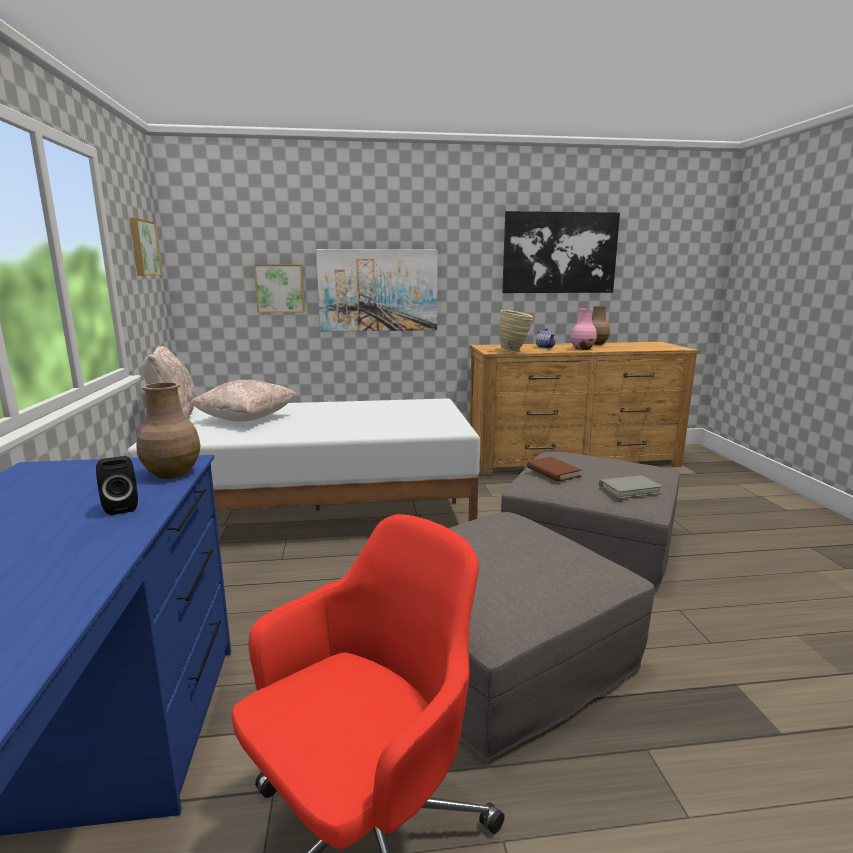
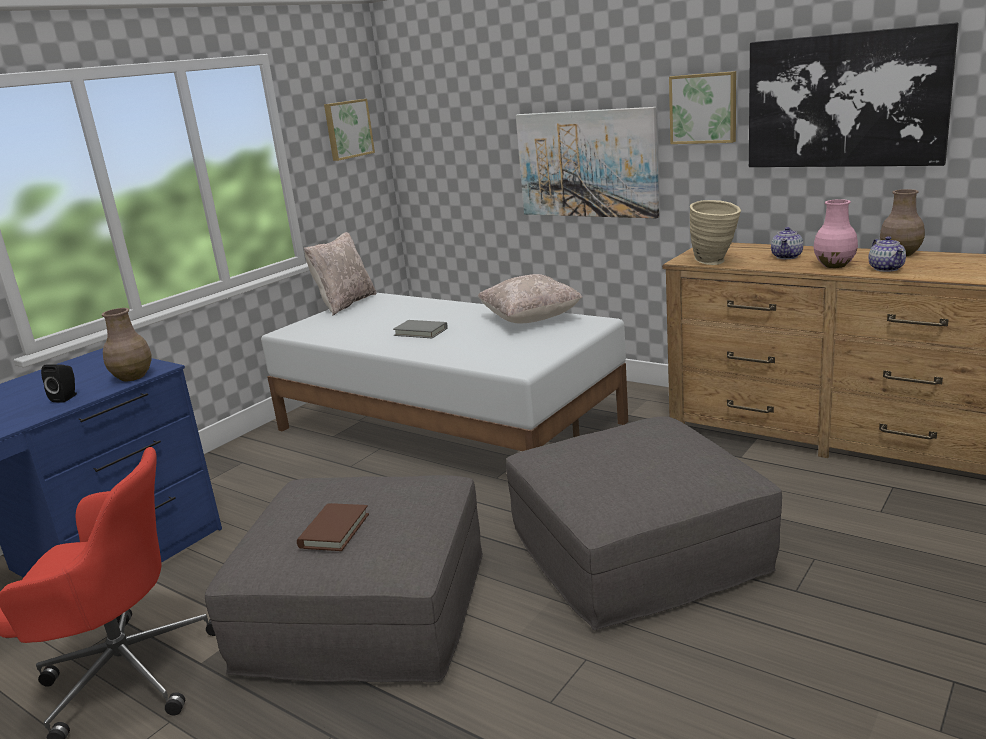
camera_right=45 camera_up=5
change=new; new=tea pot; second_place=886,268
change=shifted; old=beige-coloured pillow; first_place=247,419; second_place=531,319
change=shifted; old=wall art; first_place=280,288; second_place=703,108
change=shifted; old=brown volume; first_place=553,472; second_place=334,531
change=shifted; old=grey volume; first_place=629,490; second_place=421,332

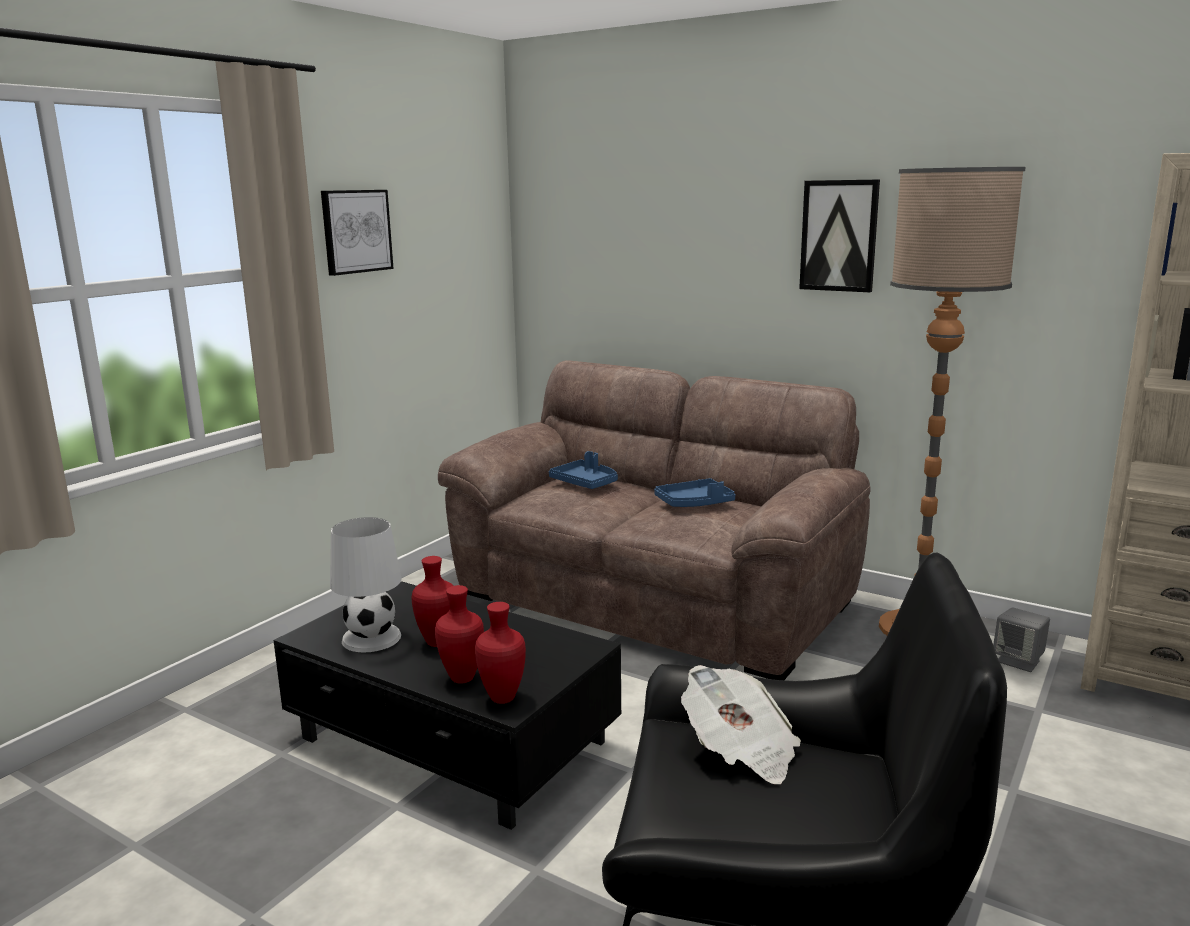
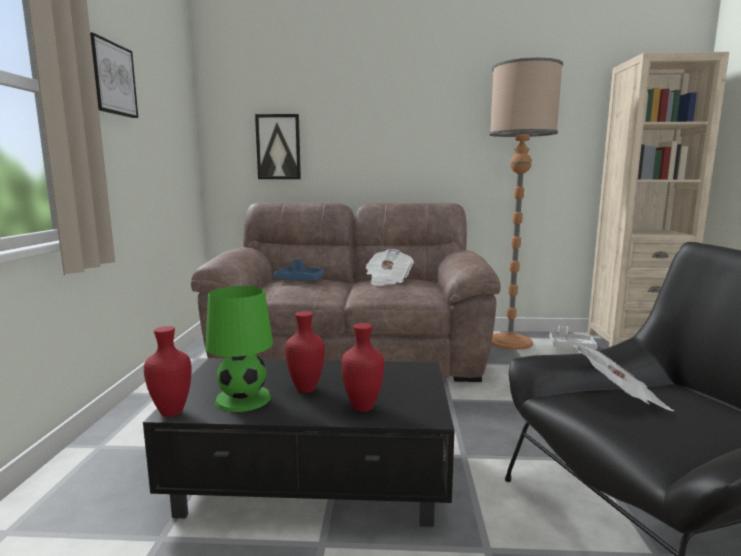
camera_right=-30 camera_up=-5
change=shifted; old=reddish decorative vase; first_place=501,698; second_place=170,413
change=shifted; old=wall art; first_place=839,236; second_place=278,147
change=swapped; old=bluish tray; new=daily paper; first_place=694,503; second_place=387,281
change=swapped; old=grey audio speaker; new=grey tray; first_place=1018,661; second_place=571,346
change=repainted; old=whitish table lamp; new=green-coloured table lamp; first_place=370,638; second_place=242,399

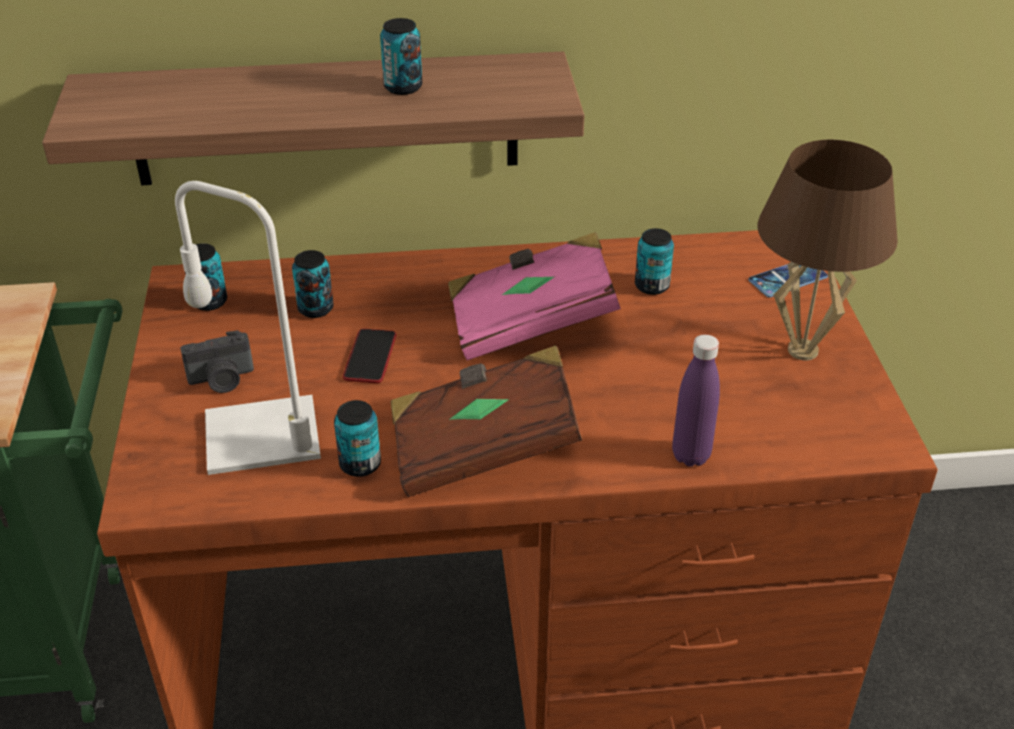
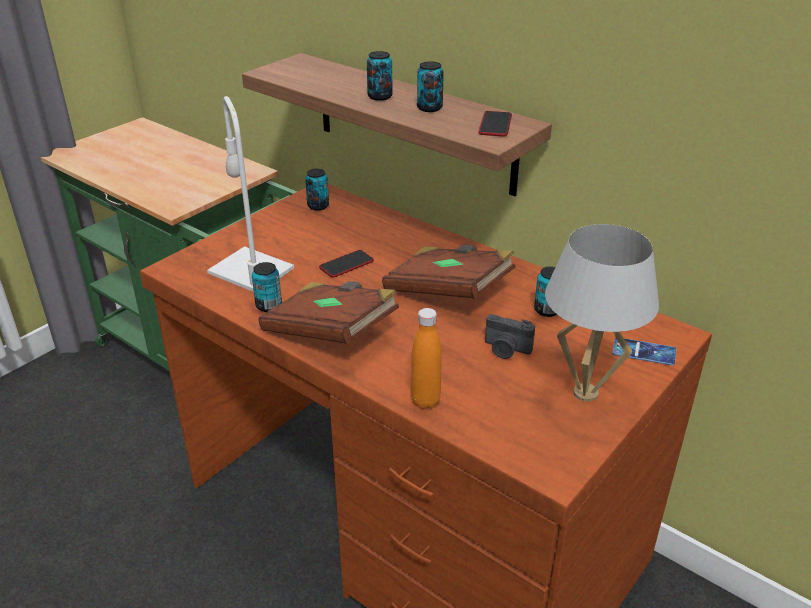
camera_right=45 camera_up=-5
change=new; new=handset; second_place=495,125
change=shifted; old=still camera; first_place=222,380; second_place=506,350
change=shifted; old=sealed can; first_place=315,309; second_place=380,96
change=repainted; old=pinkish volume; new=brown volume; first_place=531,323; second_place=448,291
change=repainted; old=purple-coloured beverage bottle; new=orangey beverage bottle; first_place=691,455; second_place=425,401
change=repainted; old=brown table lamp; new=whitish table lamp; first_place=803,351; second_place=585,393

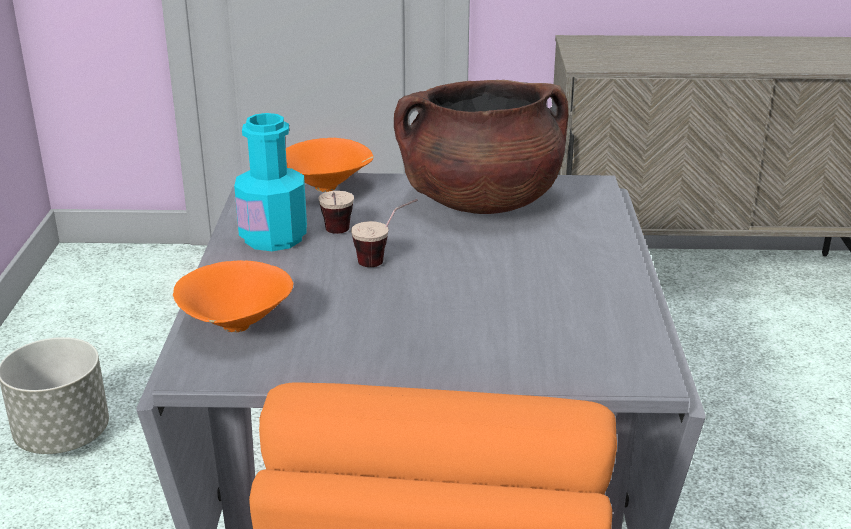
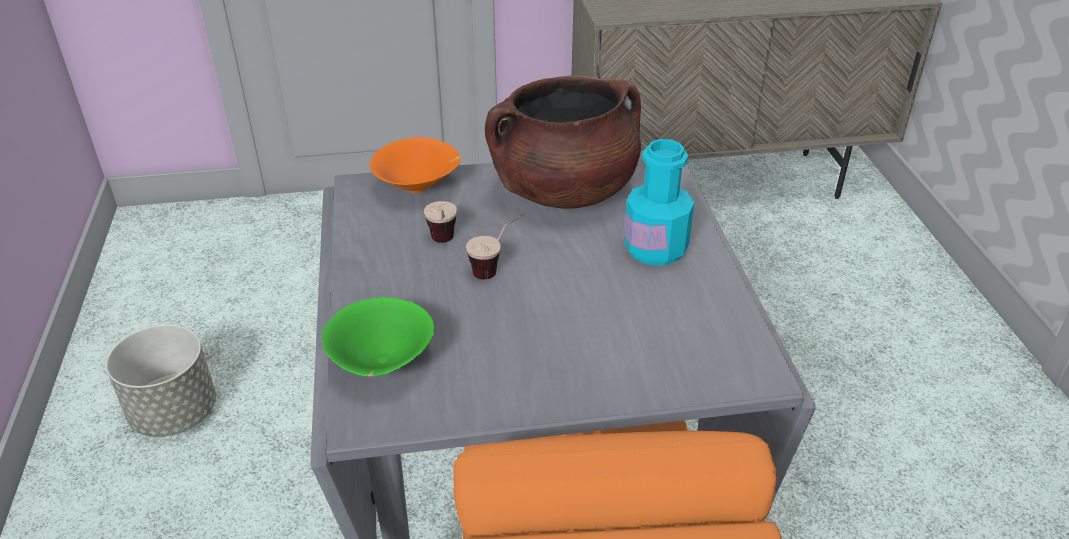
camera_right=-10 camera_up=10
change=shifted; old=blue-green beverage bottle; first_place=273,237; second_place=655,249
change=repainted; old=orangey deep dish; new=green-coloured deep dish; first_place=235,327; second_place=381,365

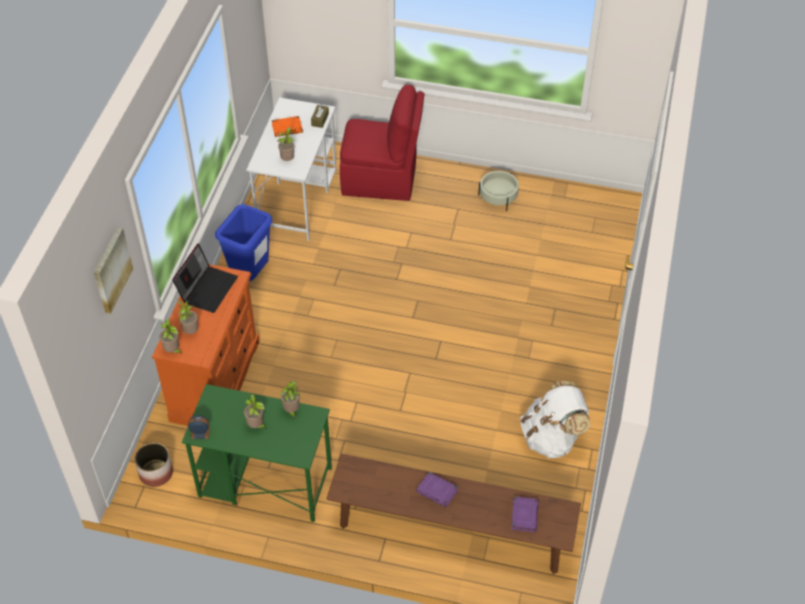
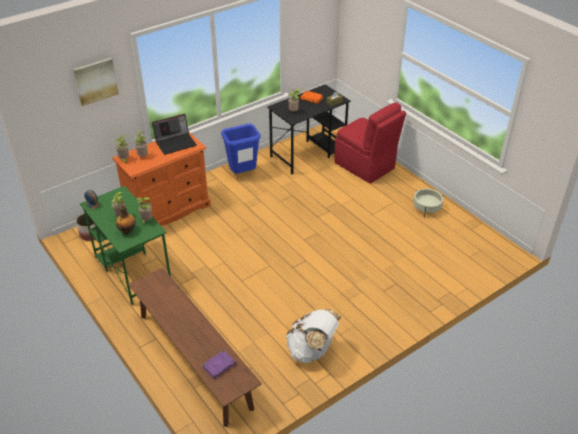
camera_right=40 camera_up=-10
change=gone; old=purple-coloured volume; first_place=437,491
change=new; new=beverage bottle; second_place=127,230
change=repainted; old=whitish desk unit; new=black desk unit; first_place=297,199; second_place=308,153

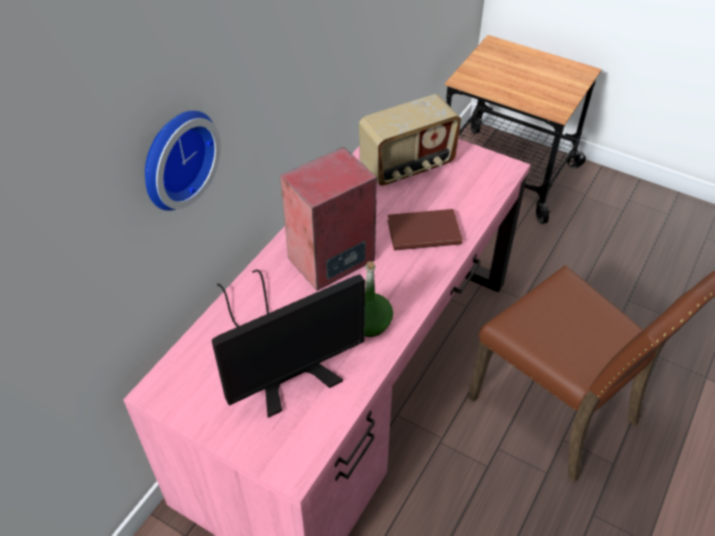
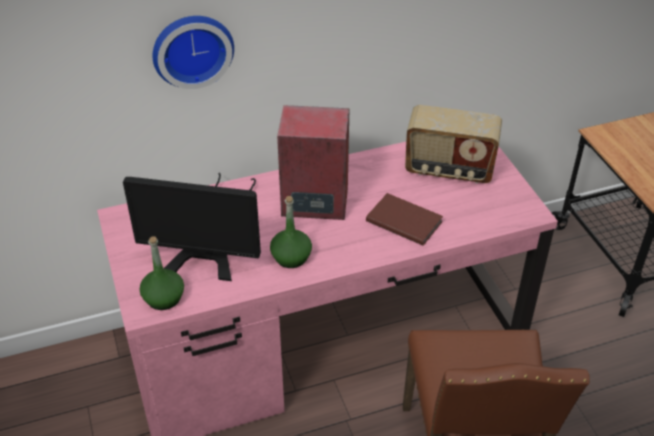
camera_right=40 camera_up=-5
change=new; new=green-coloured beverage bottle; second_place=164,298

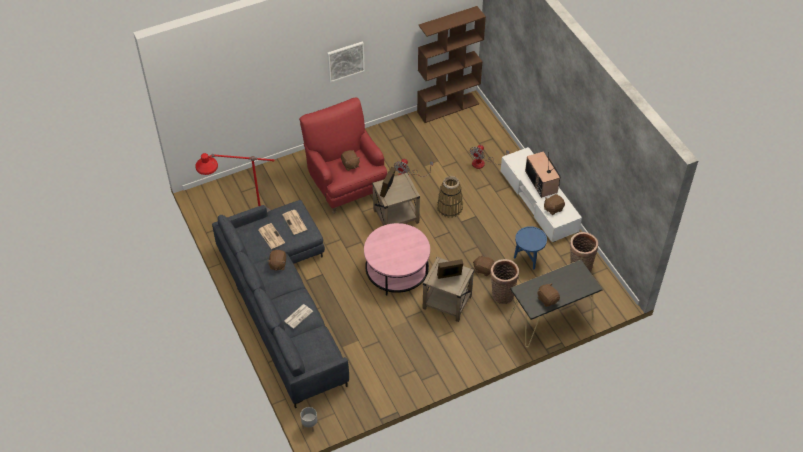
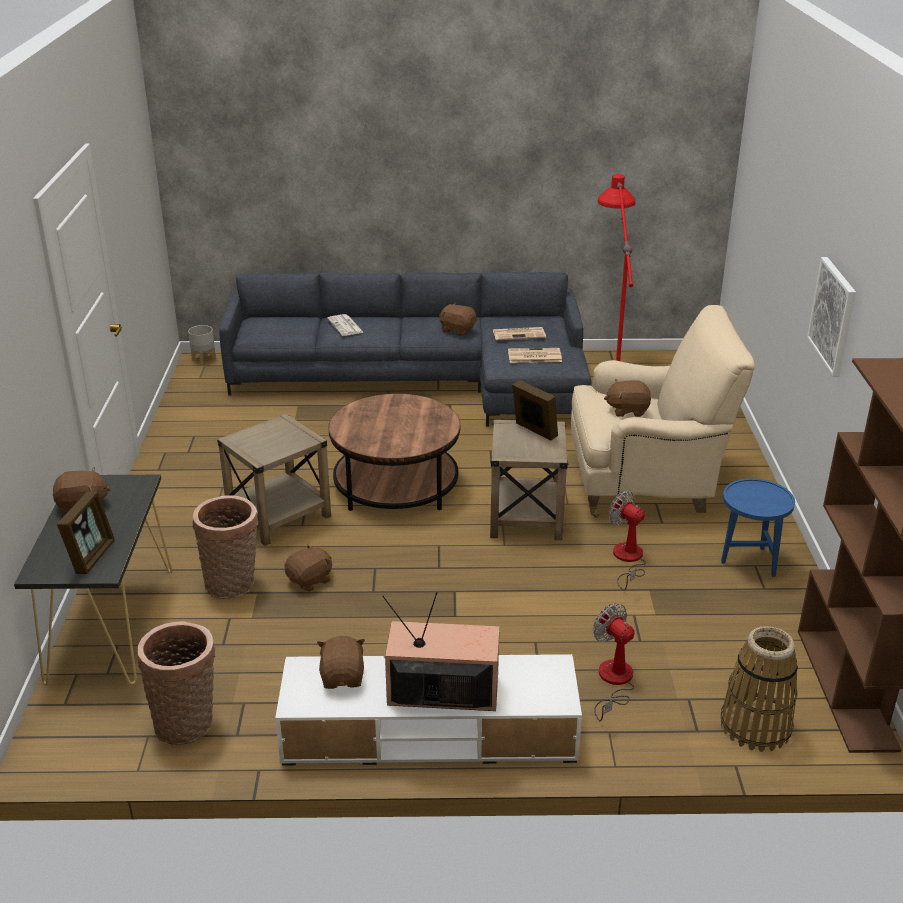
camera_right=115 camera_up=-20
change=shifted; old=basket; first_place=449,208; second_place=756,726
change=shifted; old=photo frame; first_place=449,276; second_place=92,557
change=shifted; old=bluish accent table; first_place=528,260; second_place=748,562
change=repainted; old=reddish lounge chair; new=beige-coloured lounge chair; first_place=346,184; second_place=646,484
change=repainted; old=pinkish coffee table; new=brown coffee table; first_place=397,271; second_place=396,485

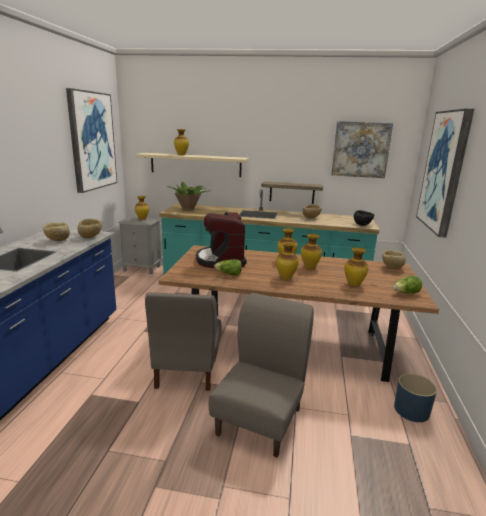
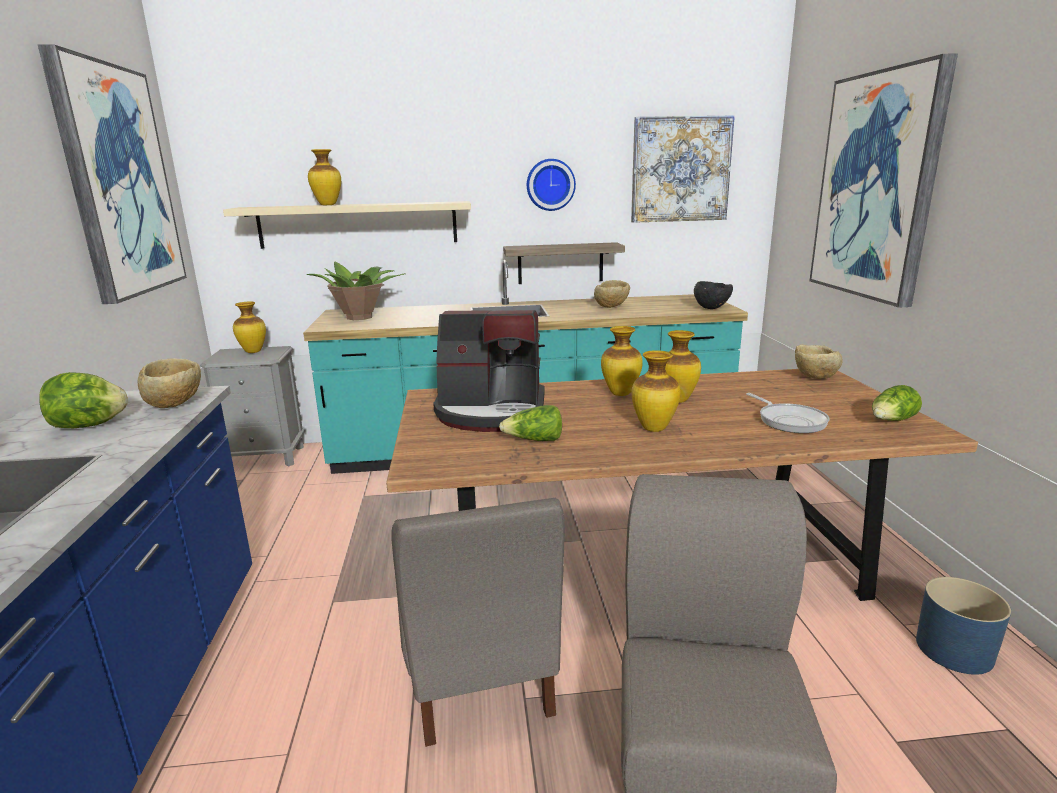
camera_right=-15 camera_up=0
change=new; new=wall clock; second_place=550,185
change=swapped; old=beige-coloured deep dish; new=lettuce head; first_place=58,240; second_place=89,426
change=swapped; old=decorative vase; new=pan; first_place=354,284; second_place=789,421
change=rotated; old=coffee maker; first_place=221,260; second_place=491,412; degrees=-60

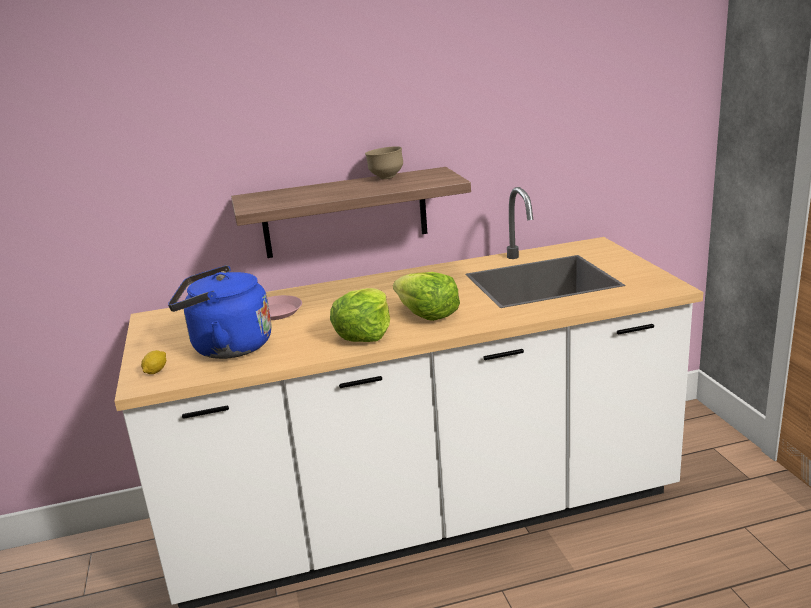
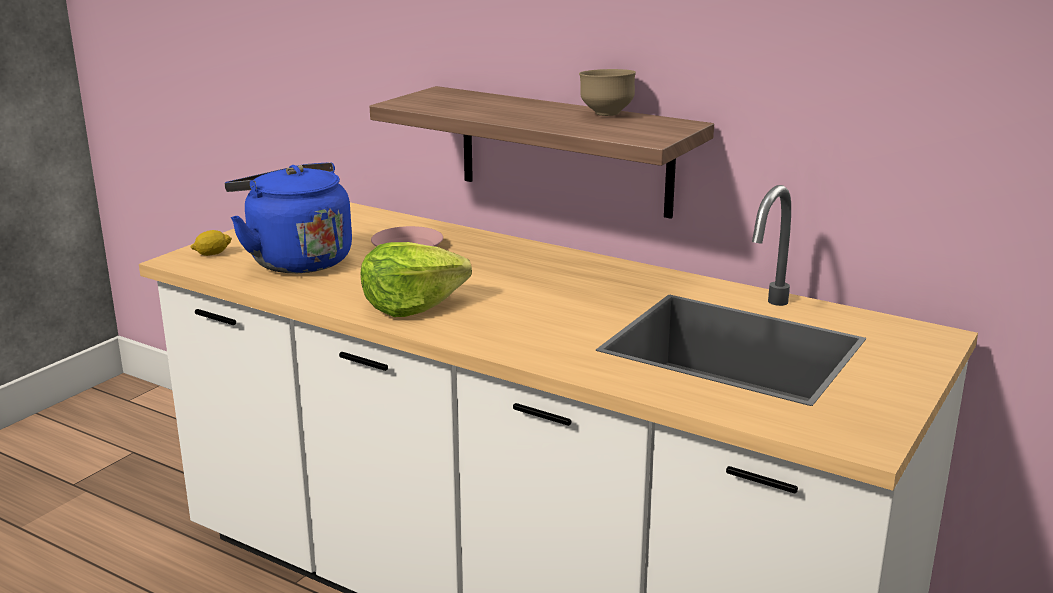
camera_right=45 camera_up=0
change=gone; old=lettuce head; first_place=427,314

